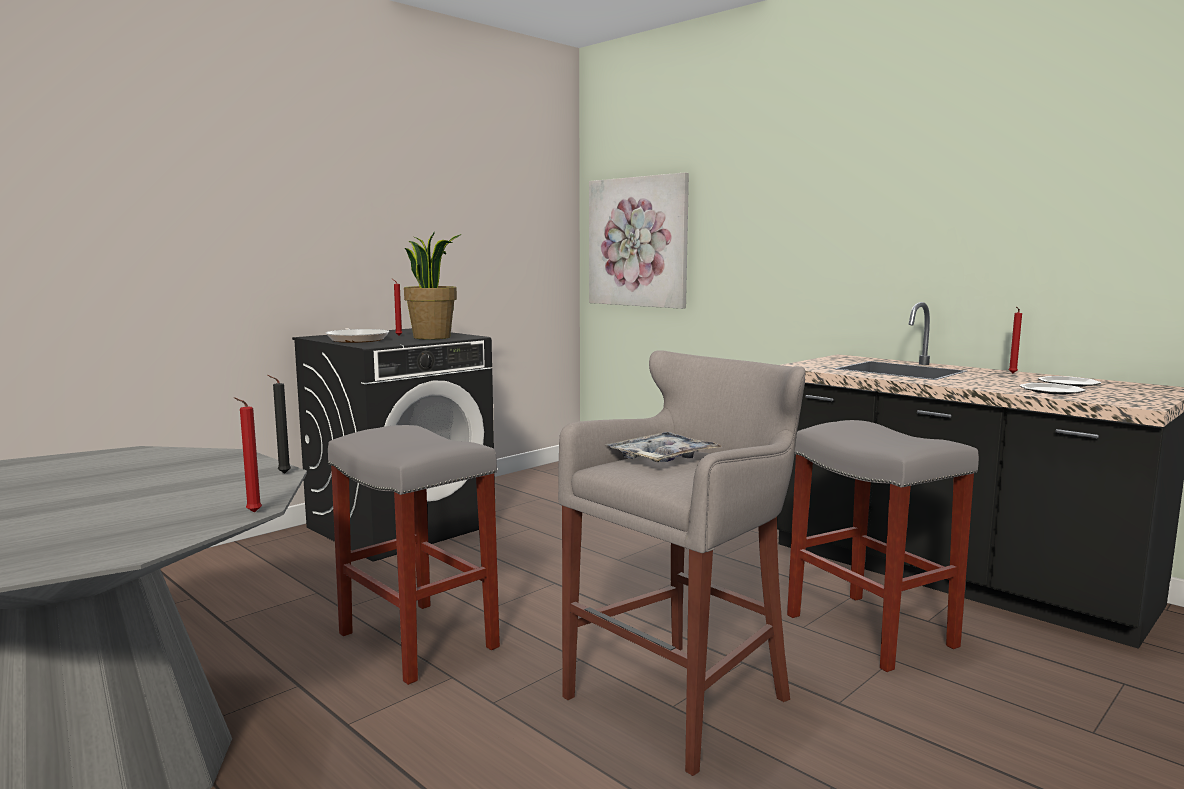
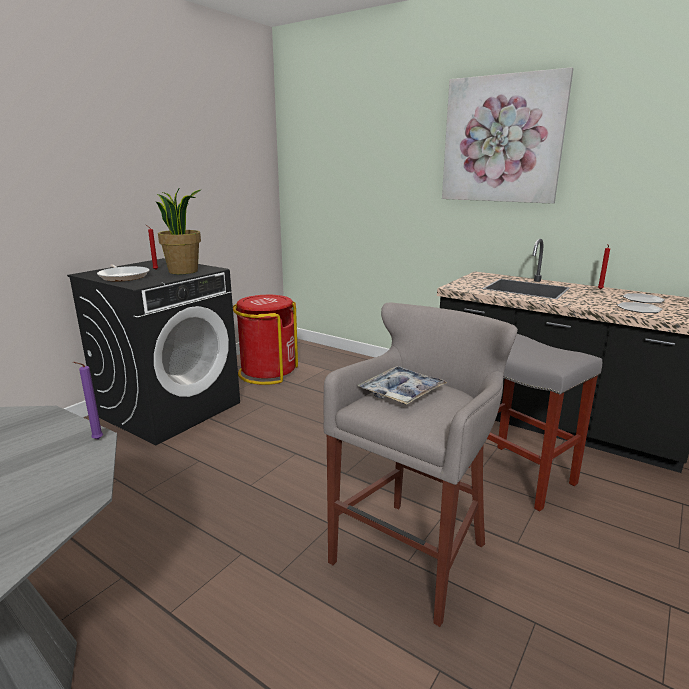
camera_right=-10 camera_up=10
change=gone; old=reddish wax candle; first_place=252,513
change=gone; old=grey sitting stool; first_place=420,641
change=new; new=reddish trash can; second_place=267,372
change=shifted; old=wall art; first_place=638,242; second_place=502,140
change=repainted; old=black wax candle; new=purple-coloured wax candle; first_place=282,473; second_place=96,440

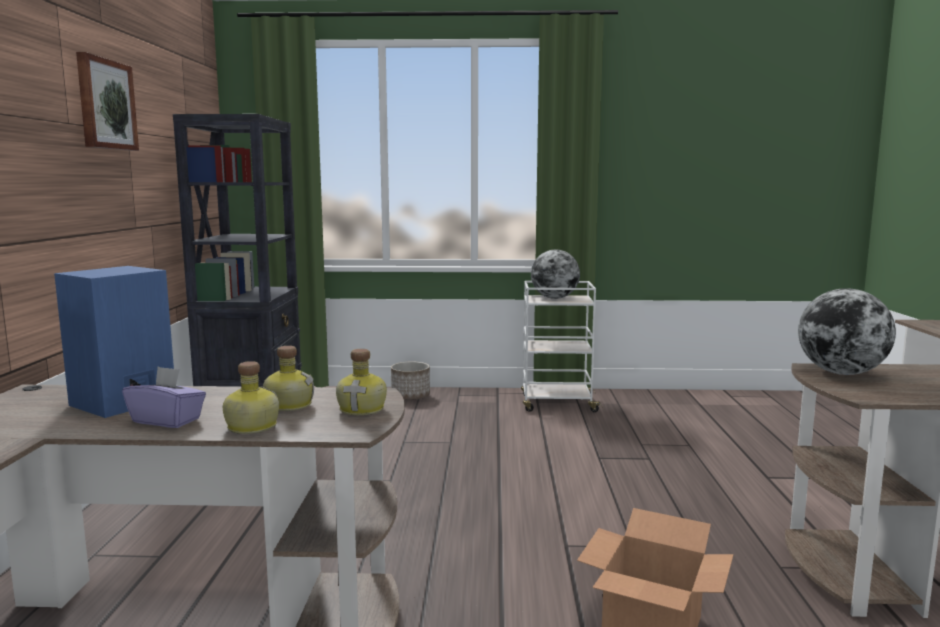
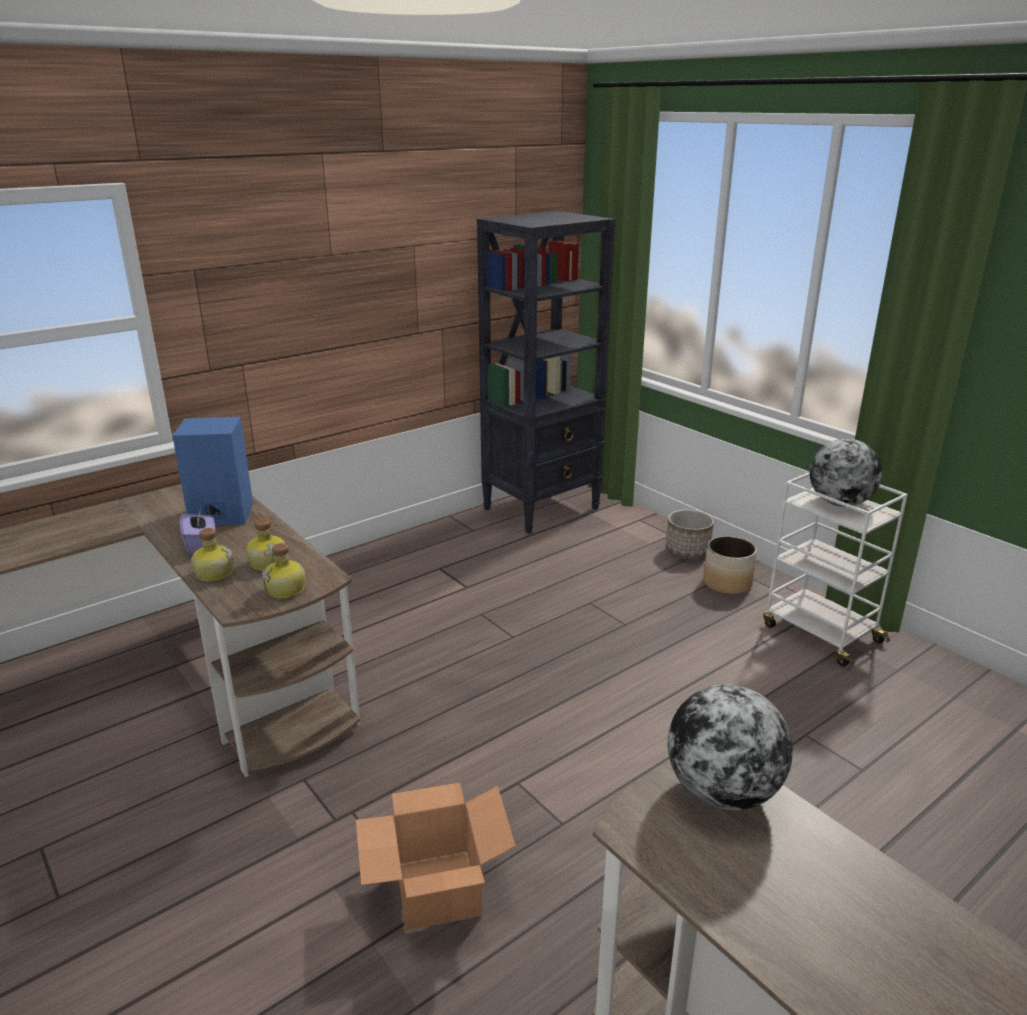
camera_right=50 camera_up=15
change=gone; old=wall art; first_place=105,104
change=new; new=plant pot; second_place=726,583

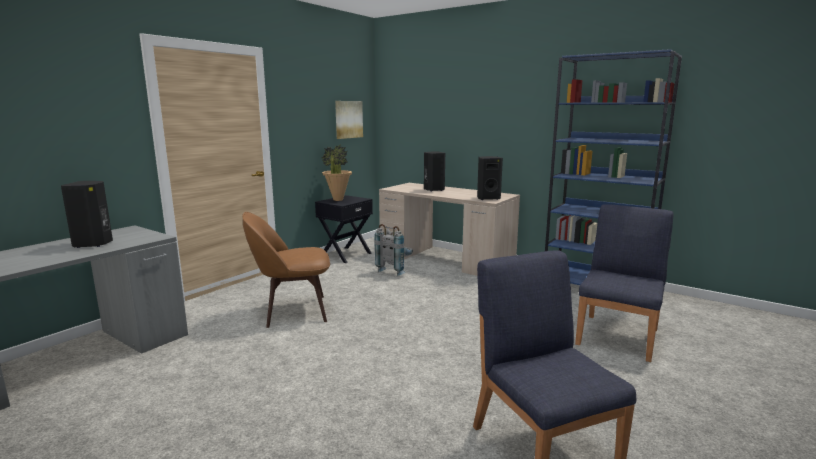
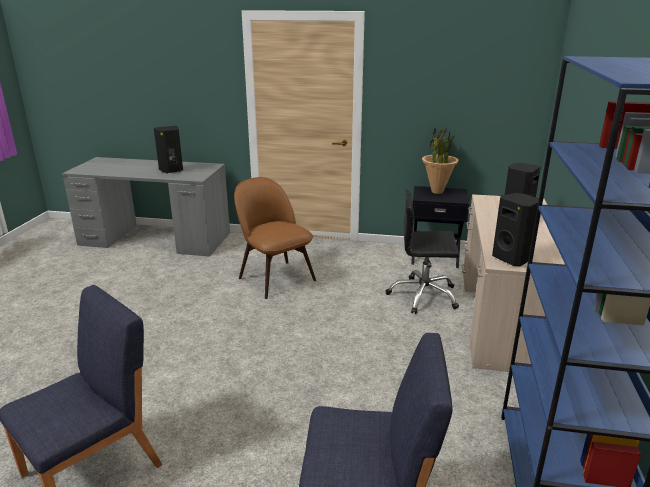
camera_right=65 camera_up=10
change=gone; old=wall art; first_place=348,119
change=swapped; old=grey backpack; new=black computer chair; first_place=395,270; second_place=423,296

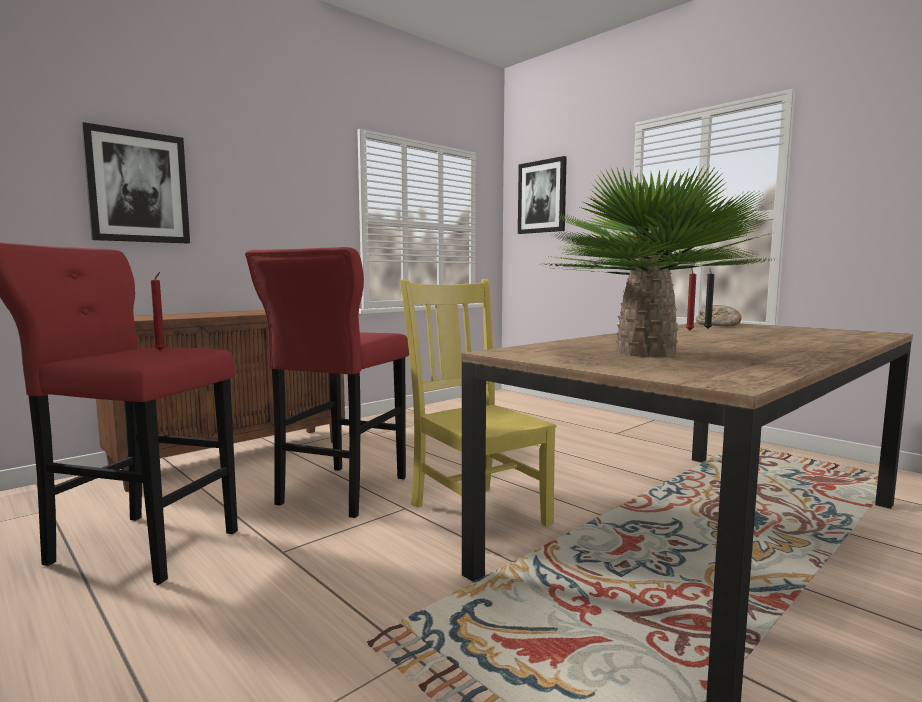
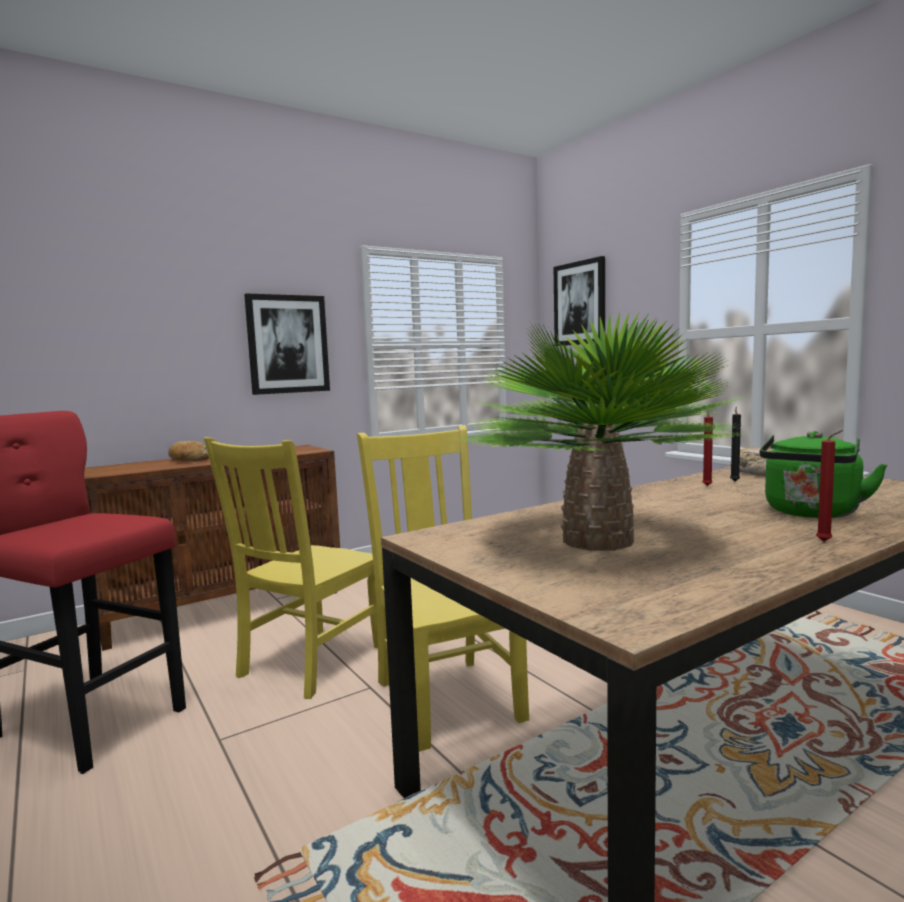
camera_right=10 camera_up=0
change=new; new=bakery bread; second_place=188,460
change=new; new=green-coloured kettle; second_place=811,513
change=shifted; old=wall art; first_place=138,187; second_place=288,344
change=shifted; old=reddish wax candle; first_place=161,350; second_place=826,542
change=swapped; old=reddish sitting stool; new=yellow-coloured chair; first_place=340,493; second_place=309,663

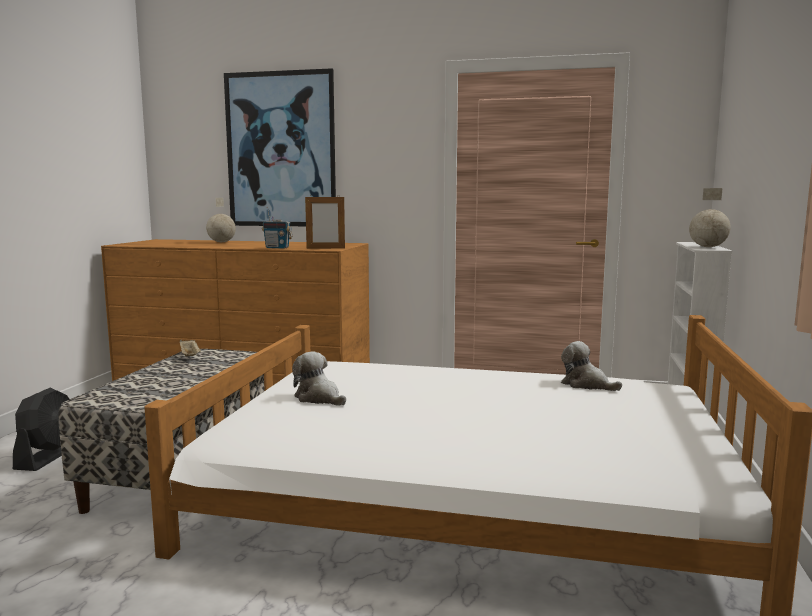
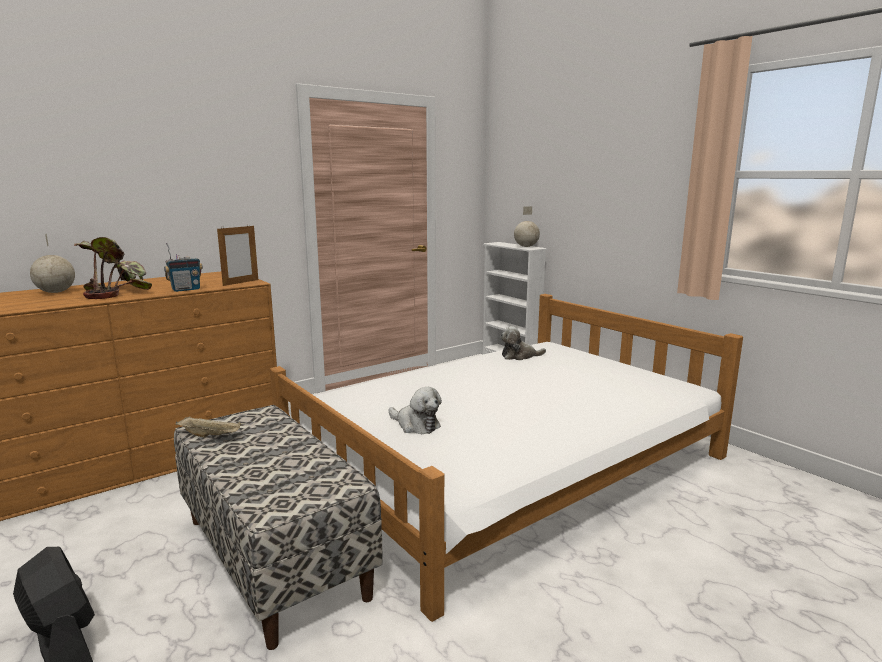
camera_right=-50 camera_up=5
change=gone; old=wall art; first_place=281,150
change=new; new=potted plant; second_place=116,292
change=rotated; old=soft toy; first_place=319,398; second_place=416,425; degrees=-135

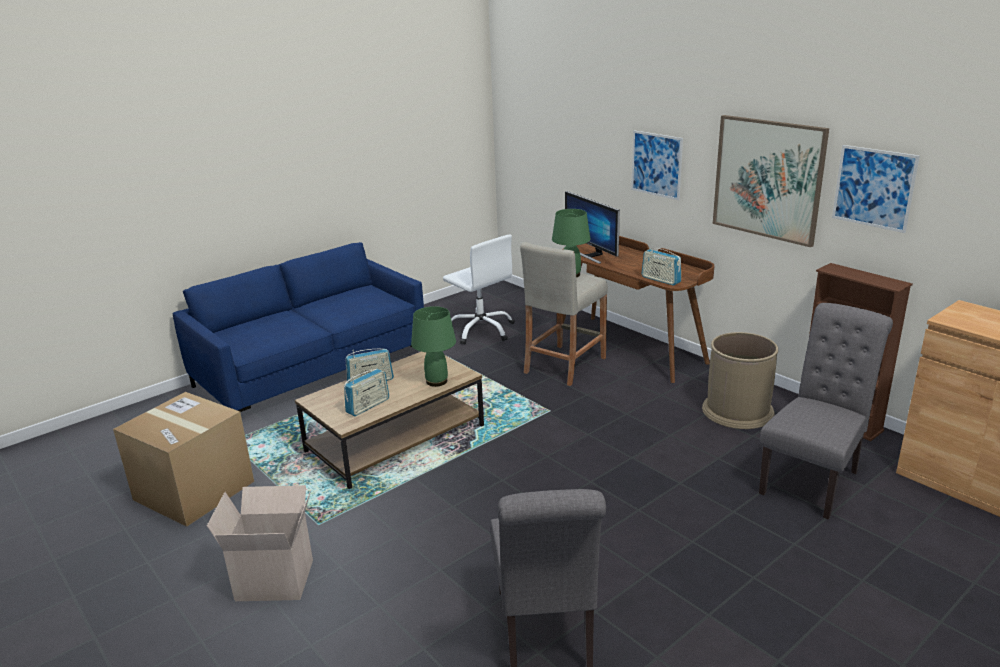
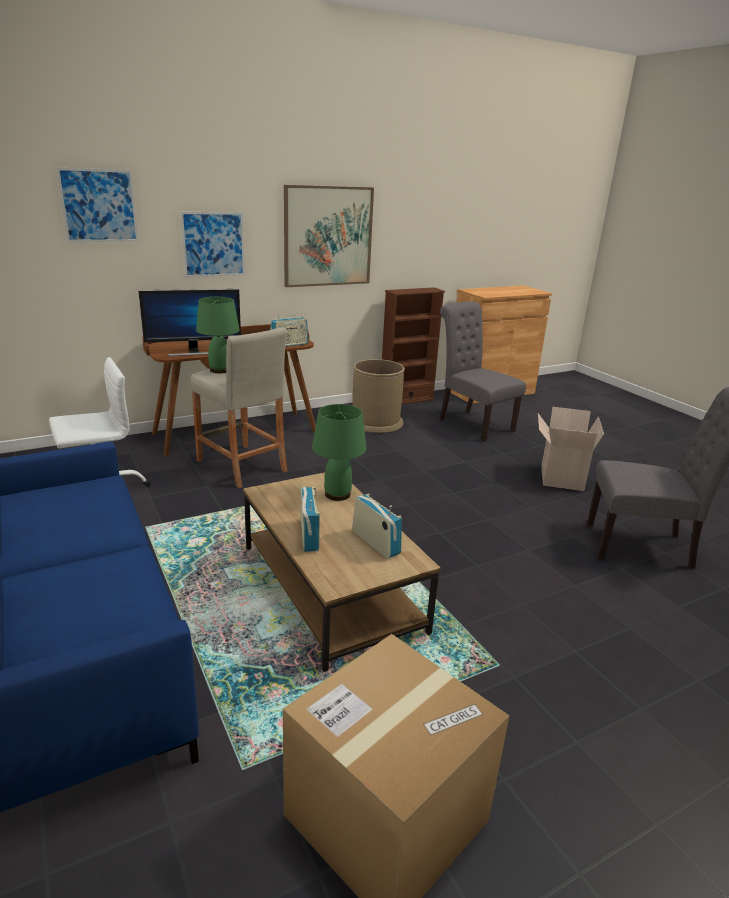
camera_right=-80 camera_up=0
change=shifted; old=packing box; first_place=277,578; second_place=560,477
change=shifted; old=wall art; first_place=874,188; second_place=99,206

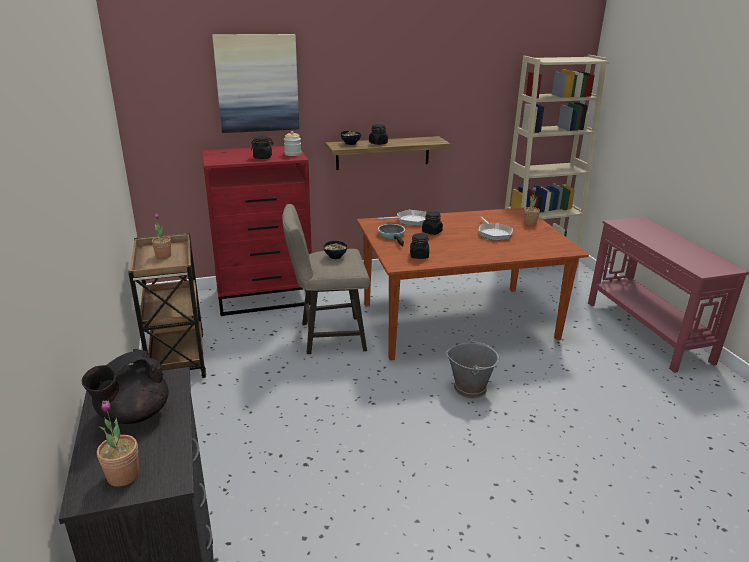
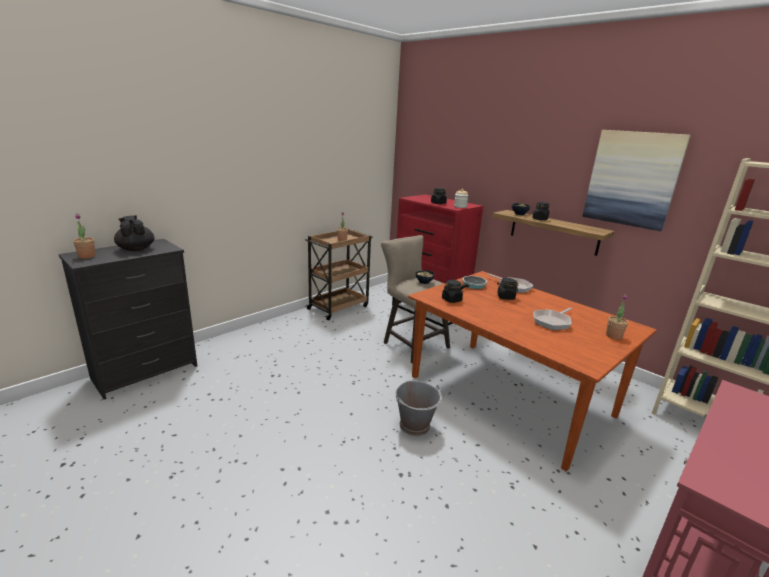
camera_right=60 camera_up=-5
change=shifted; old=wall art; first_place=257,83; second_place=632,179
change=rotated; old=black tea pot; first_place=133,415; second_place=136,249; degrees=45

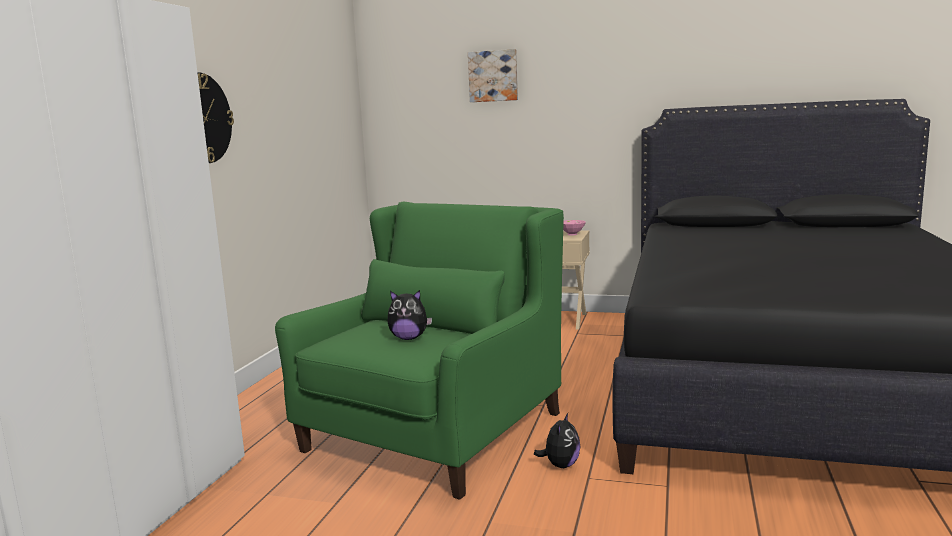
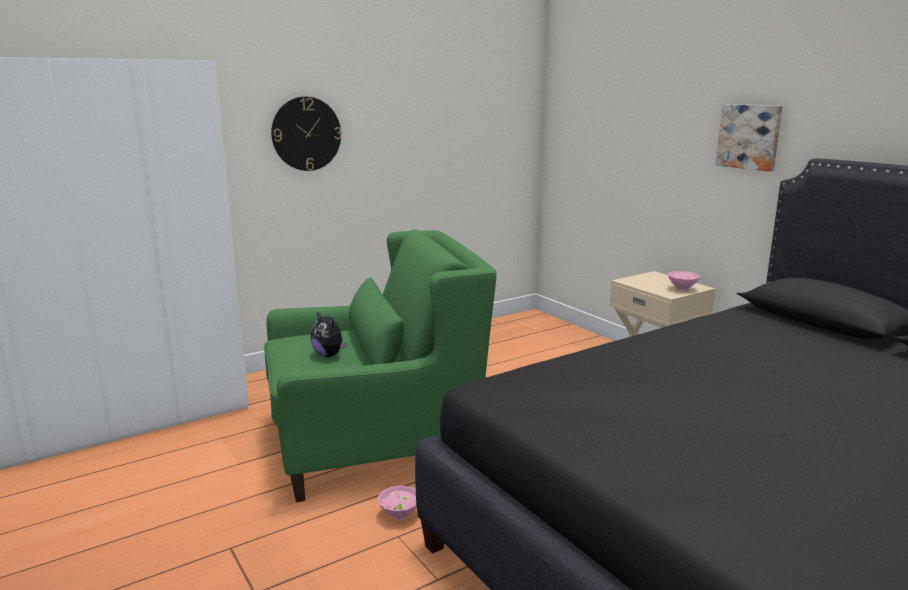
camera_right=40 camera_up=5
change=shifted; old=wall art; first_place=493,76; second_place=750,136
change=swapped; old=soft toy; new=pinkish deep dish; first_place=560,465; second_place=400,514

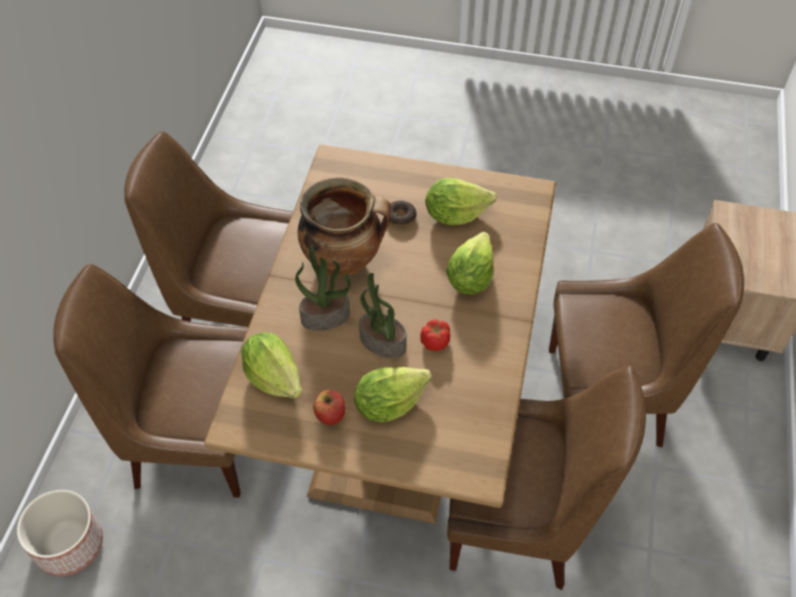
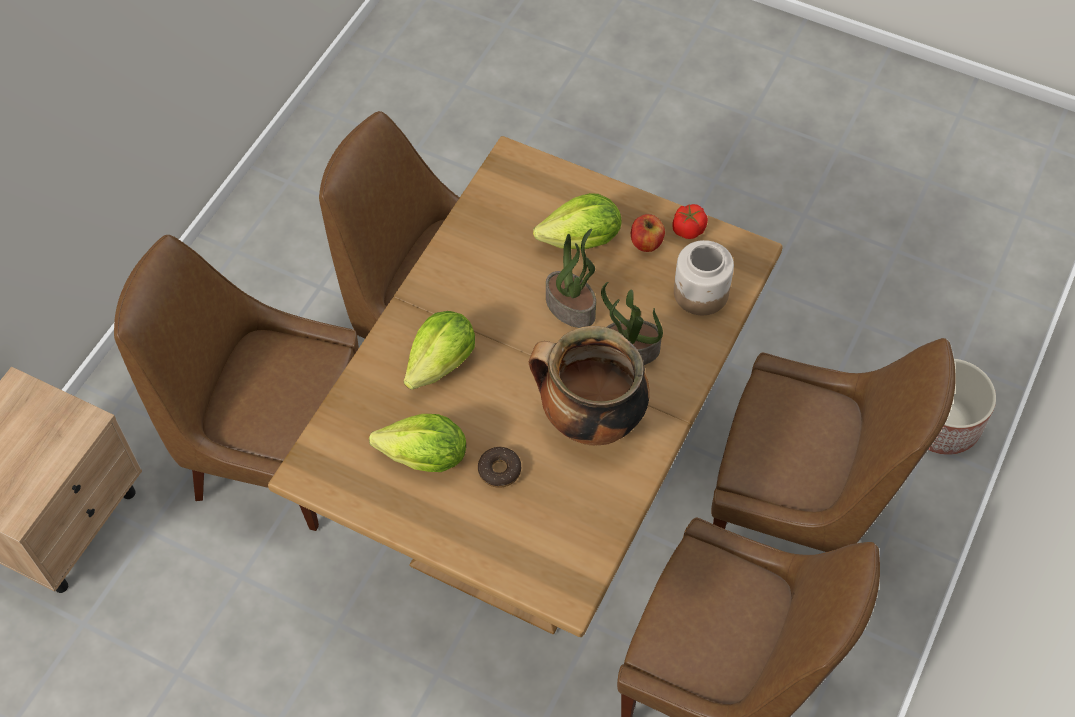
camera_right=-165 camera_up=5
change=shifted; old=tomato; first_place=435,342; second_place=688,229
change=swapped; old=lettuce head; new=storage jar; first_place=274,377; second_place=700,293

